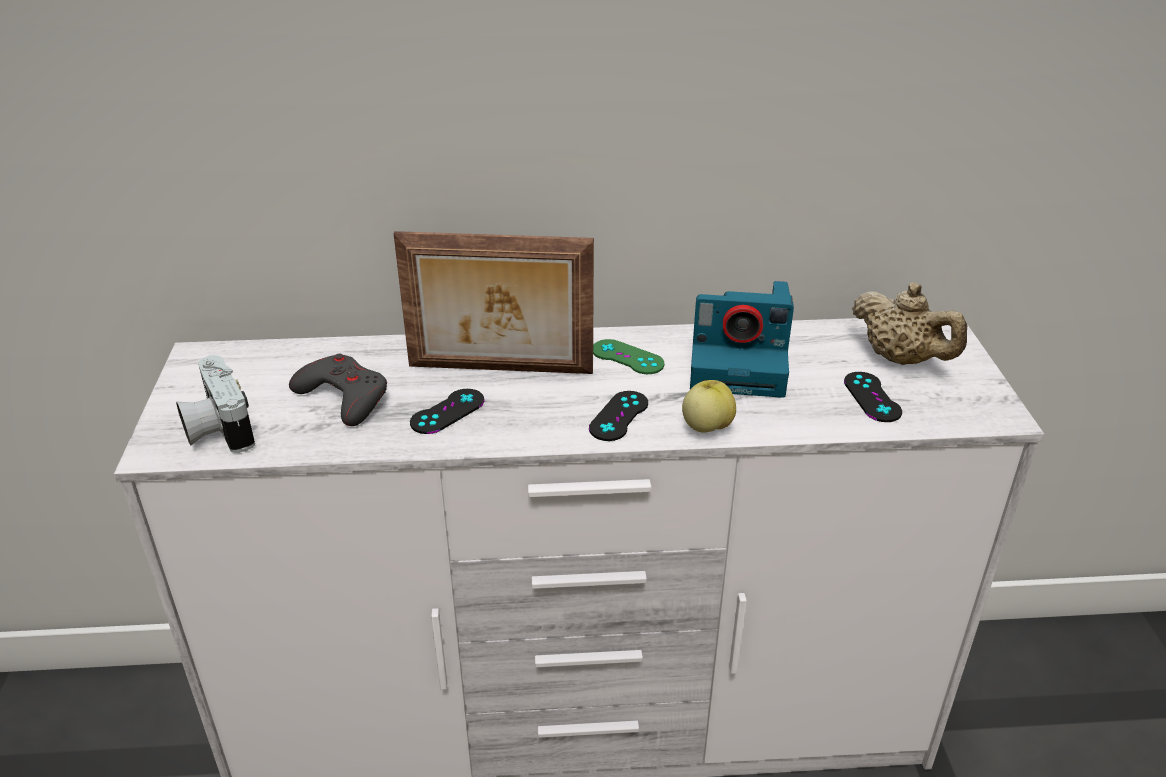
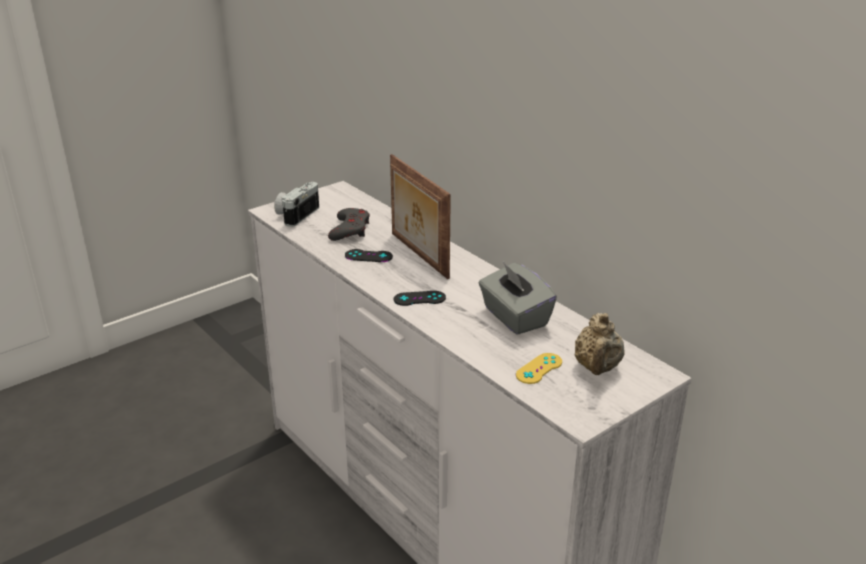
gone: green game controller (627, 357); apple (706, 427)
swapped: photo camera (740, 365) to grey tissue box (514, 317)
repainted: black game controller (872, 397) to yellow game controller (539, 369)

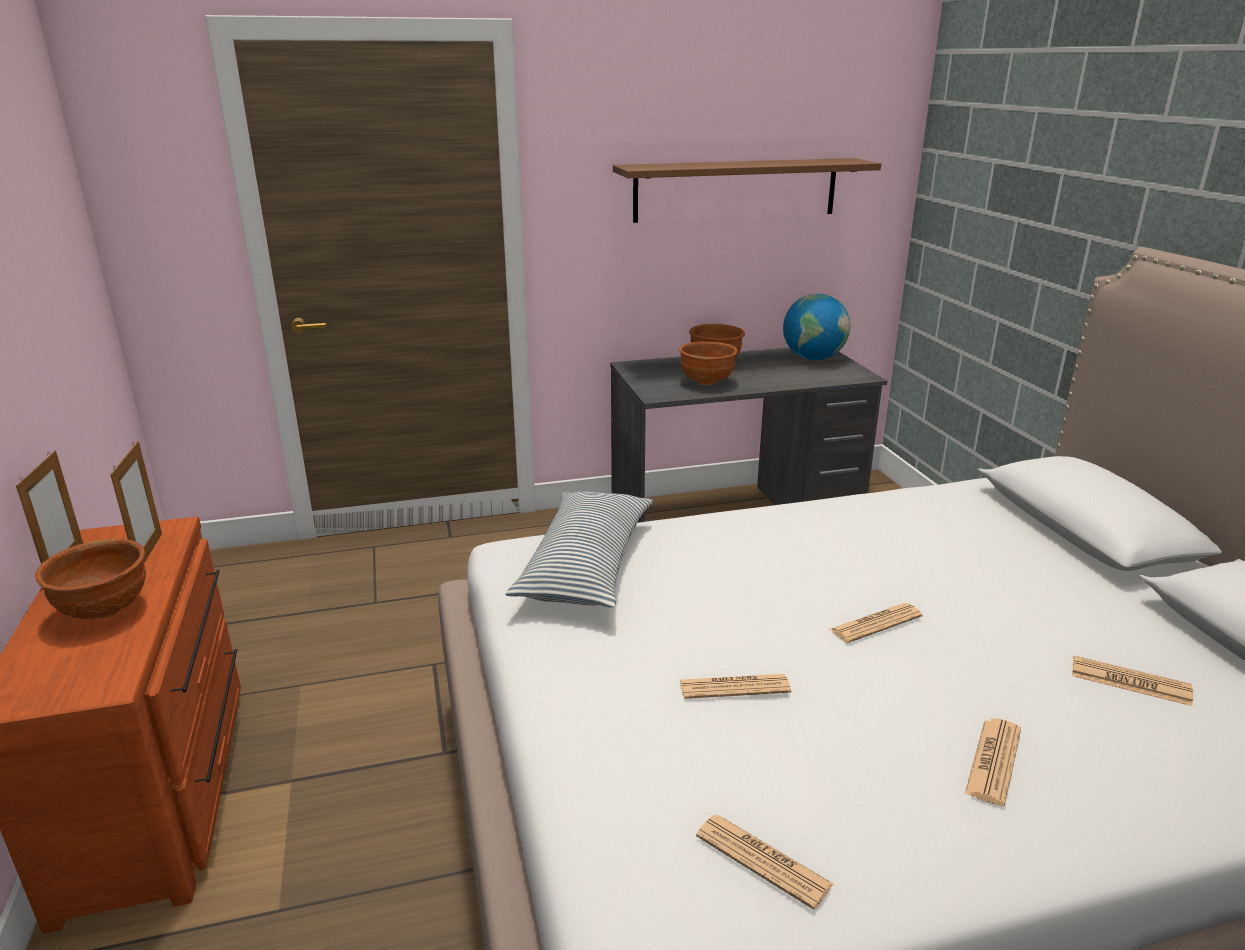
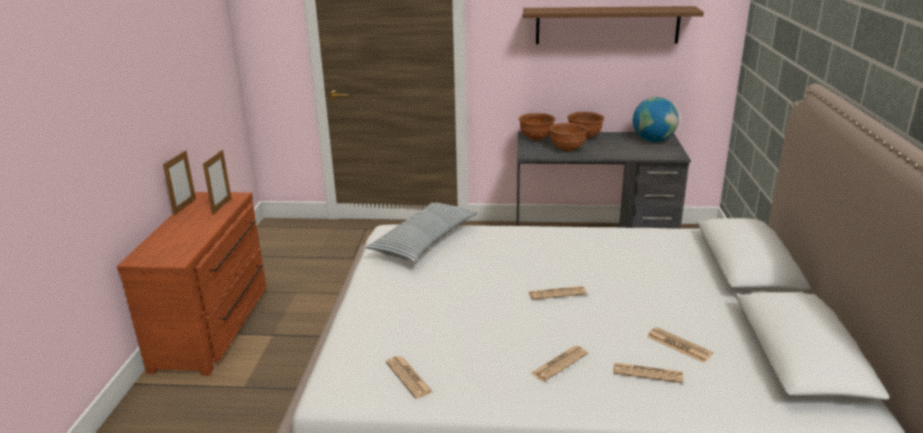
shifted: brown bowl (104, 611) to (536, 139); newspaper (734, 687) to (648, 373)

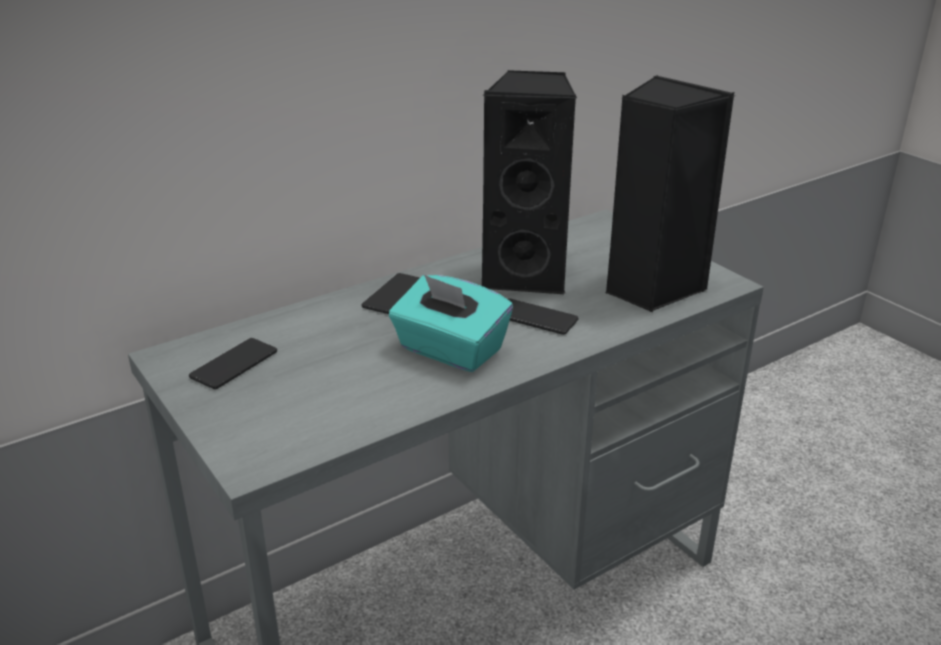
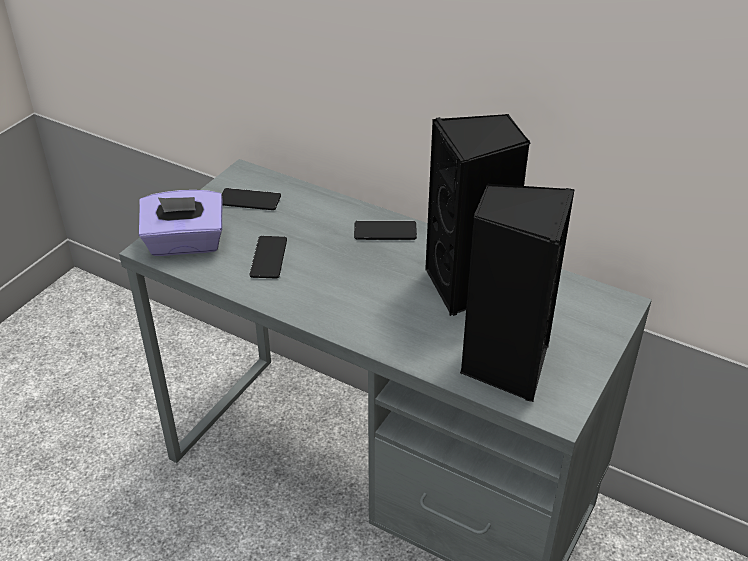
gone: turquoise tissue box (450, 350)
new: purple tissue box (185, 244)
shifted: phone (535, 318) to (268, 258)

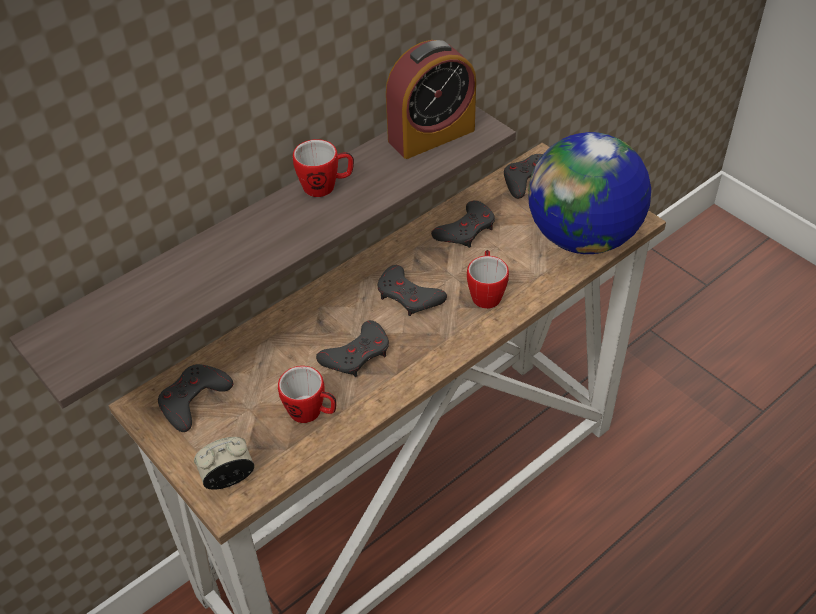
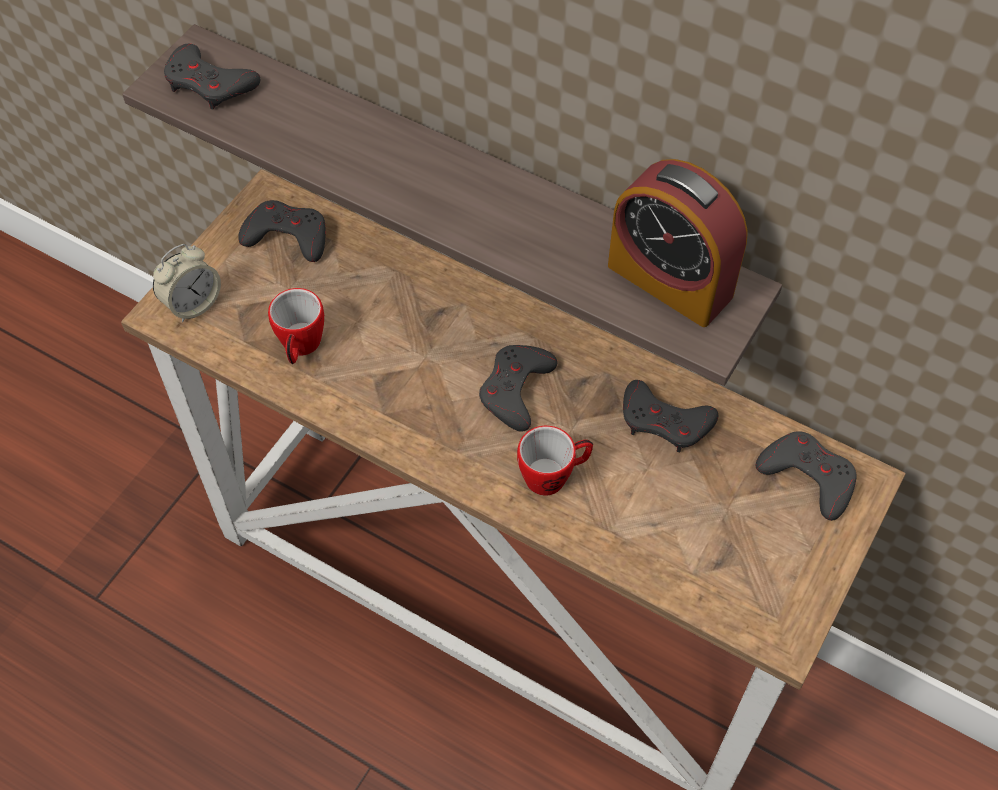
gone: mug (326, 186); globe (582, 238)
shifted: grey game controller (357, 354) to (210, 84)
rotated: alarm clock (228, 479) = (192, 304) 90 degrees clockwise

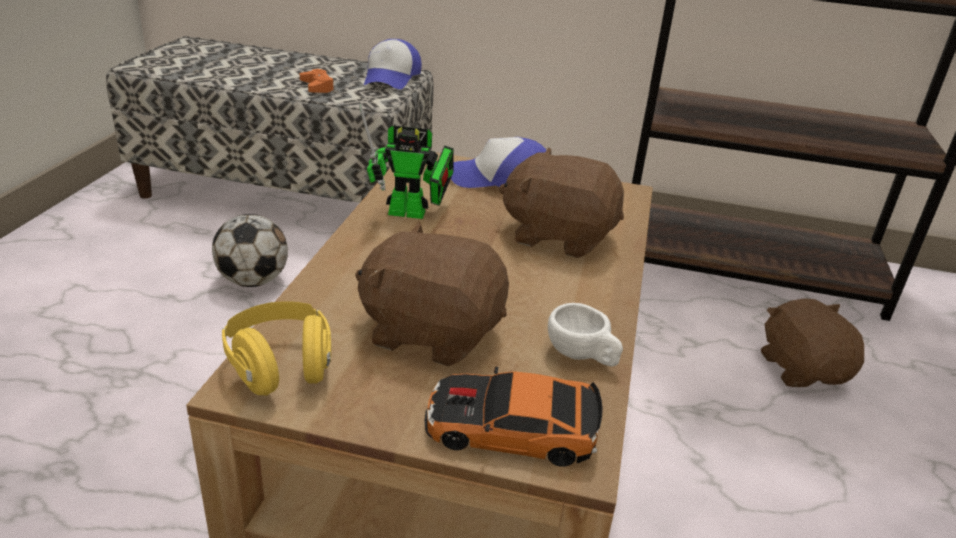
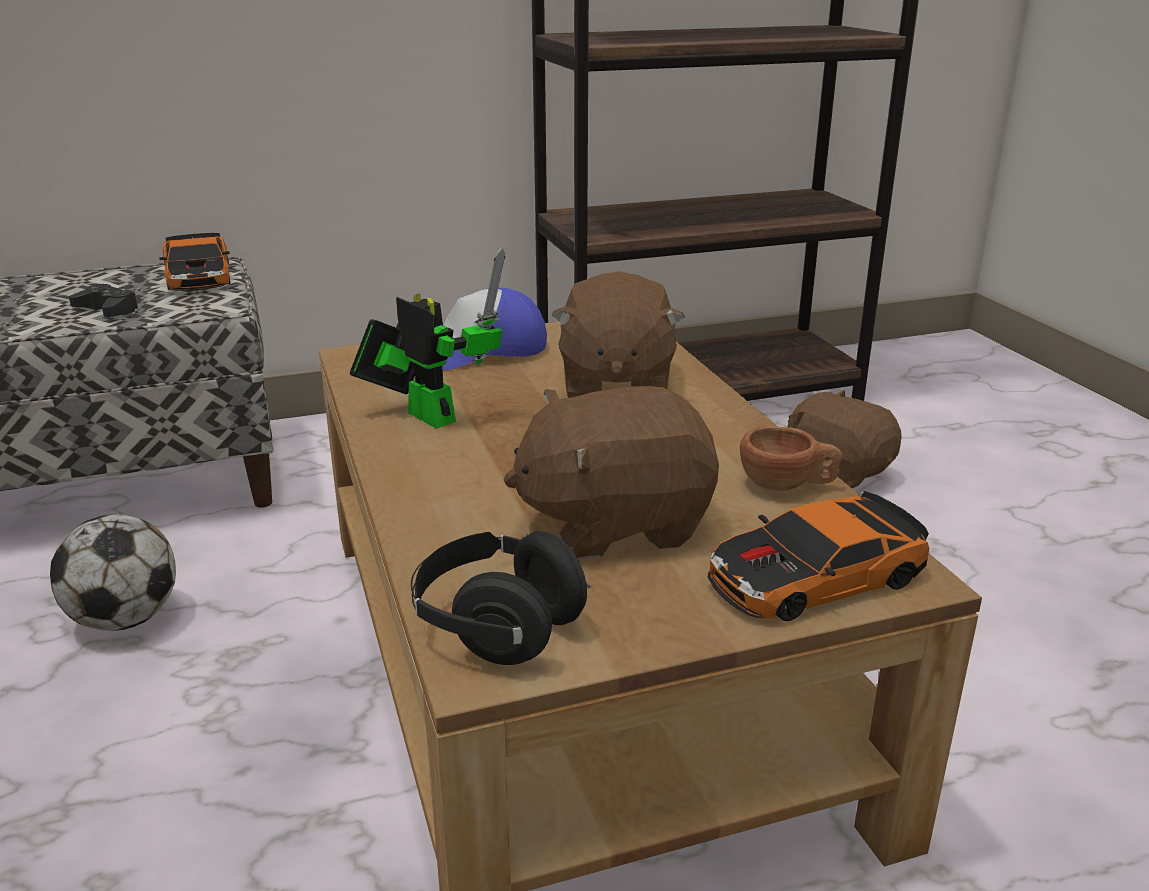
swapped: cap (391, 78) to toy car (200, 275)
repainted: orange game controller (317, 87) to black game controller (107, 310); yellow headphones (281, 367) to black headphones (497, 626); white cup (582, 356) to brown cup (787, 485)
rotated: toy robot (413, 213) = (426, 414) 105 degrees counterclockwise; brown plush toy (559, 235) = (614, 385) 75 degrees counterclockwise

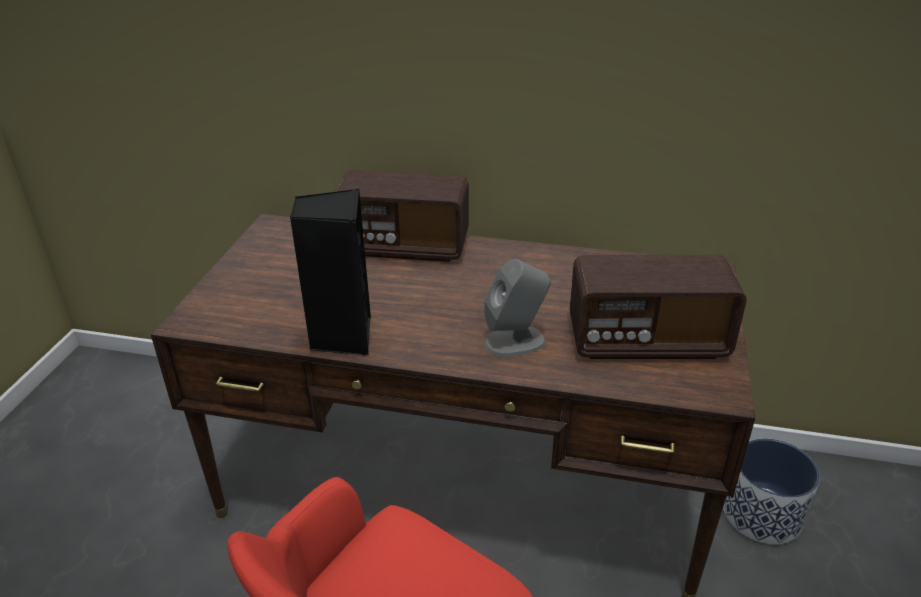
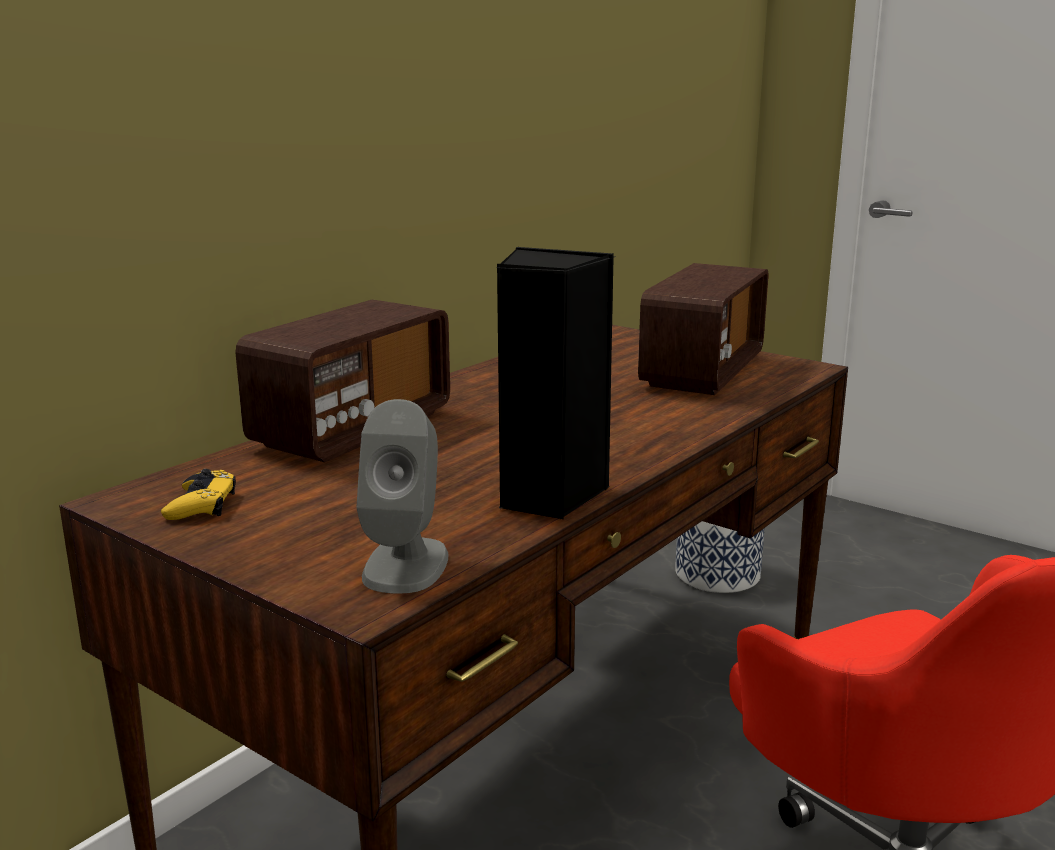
new: yellow game controller (201, 504)
shifted: grey speaker (515, 341) to (406, 565)

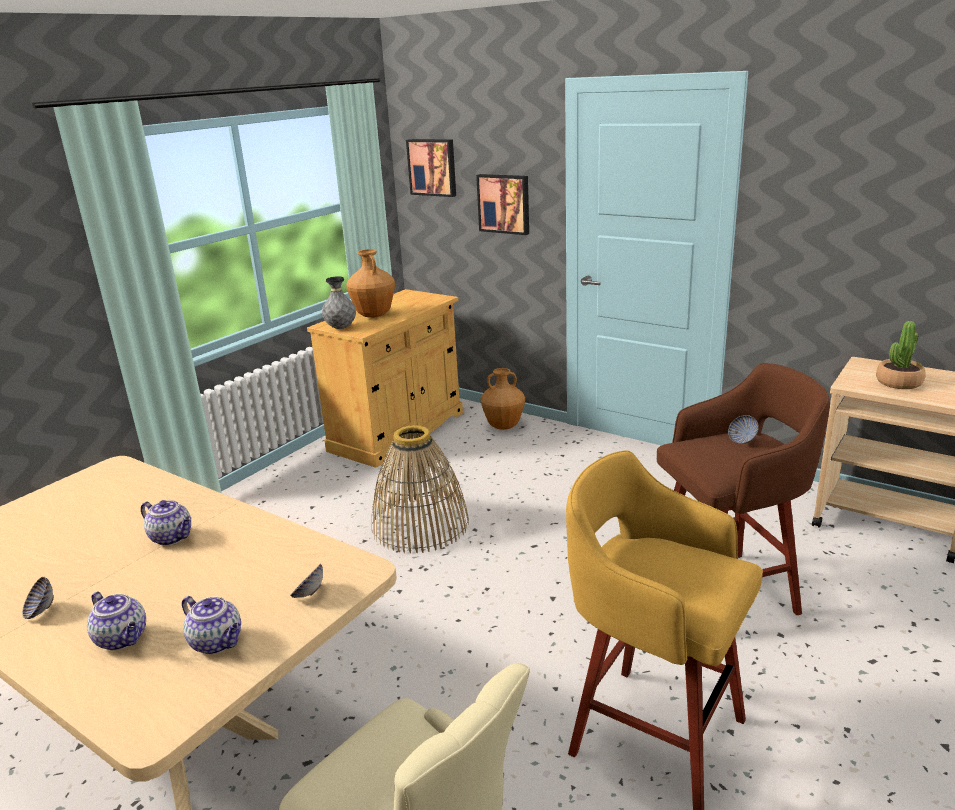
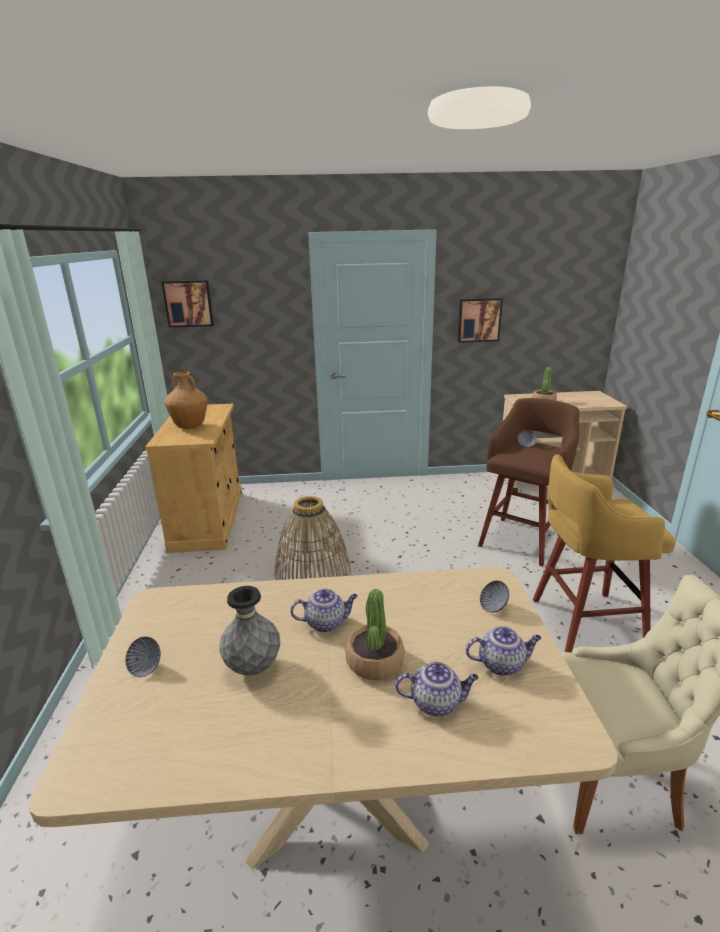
gone: brown vase (504, 426)
new: potted plant (374, 661)
shifted: bowl (40, 611) to (146, 667); grey vase (341, 328) to (253, 667); picture (504, 203) to (479, 320)

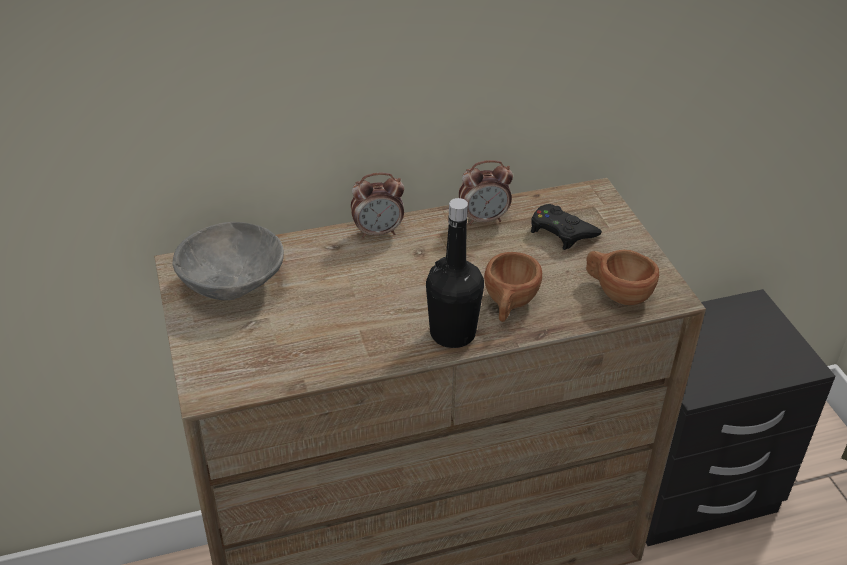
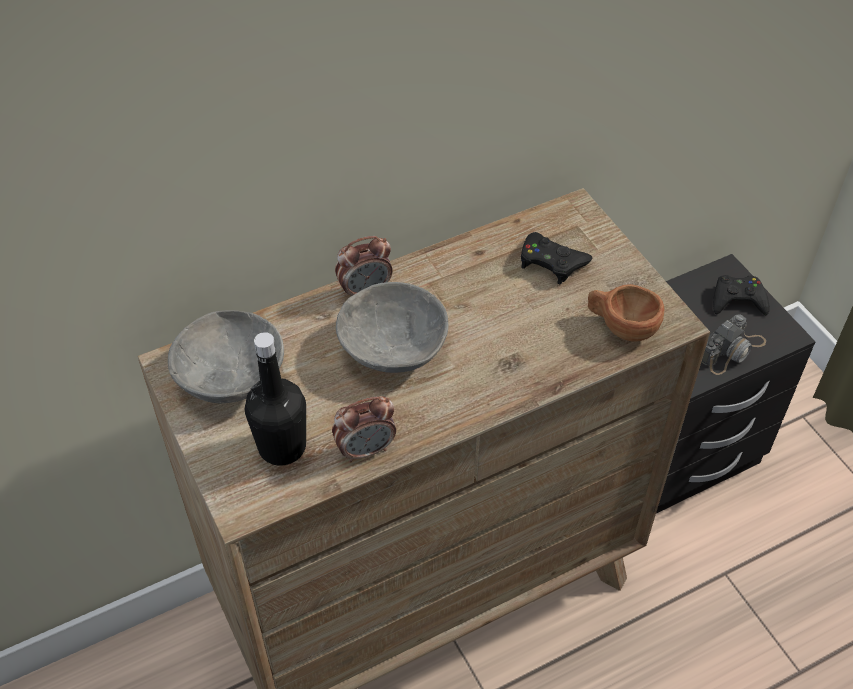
gone: brown cup (509, 304)
new: grey bowl (391, 349); photo camera (732, 350); black game controller (738, 300)
shifted: black bottle (452, 333) to (282, 447); alarm clock (484, 219) to (366, 449)

